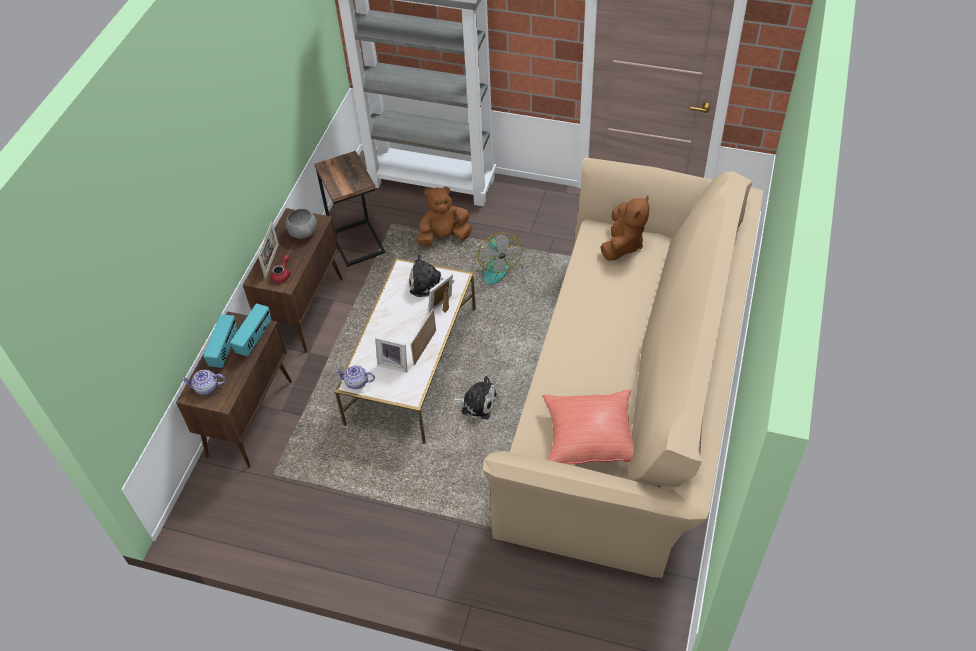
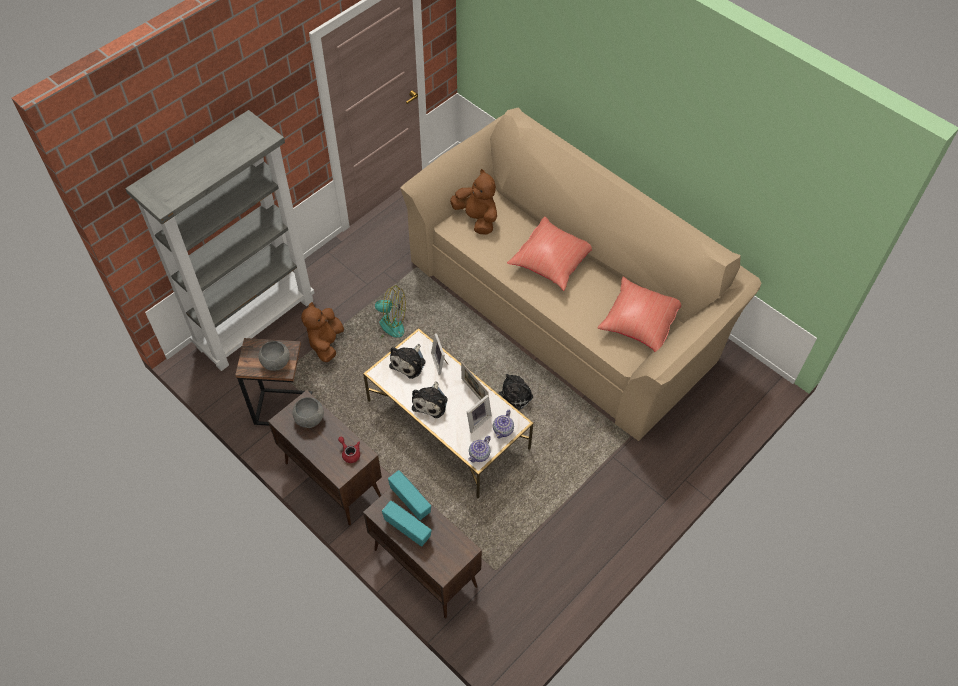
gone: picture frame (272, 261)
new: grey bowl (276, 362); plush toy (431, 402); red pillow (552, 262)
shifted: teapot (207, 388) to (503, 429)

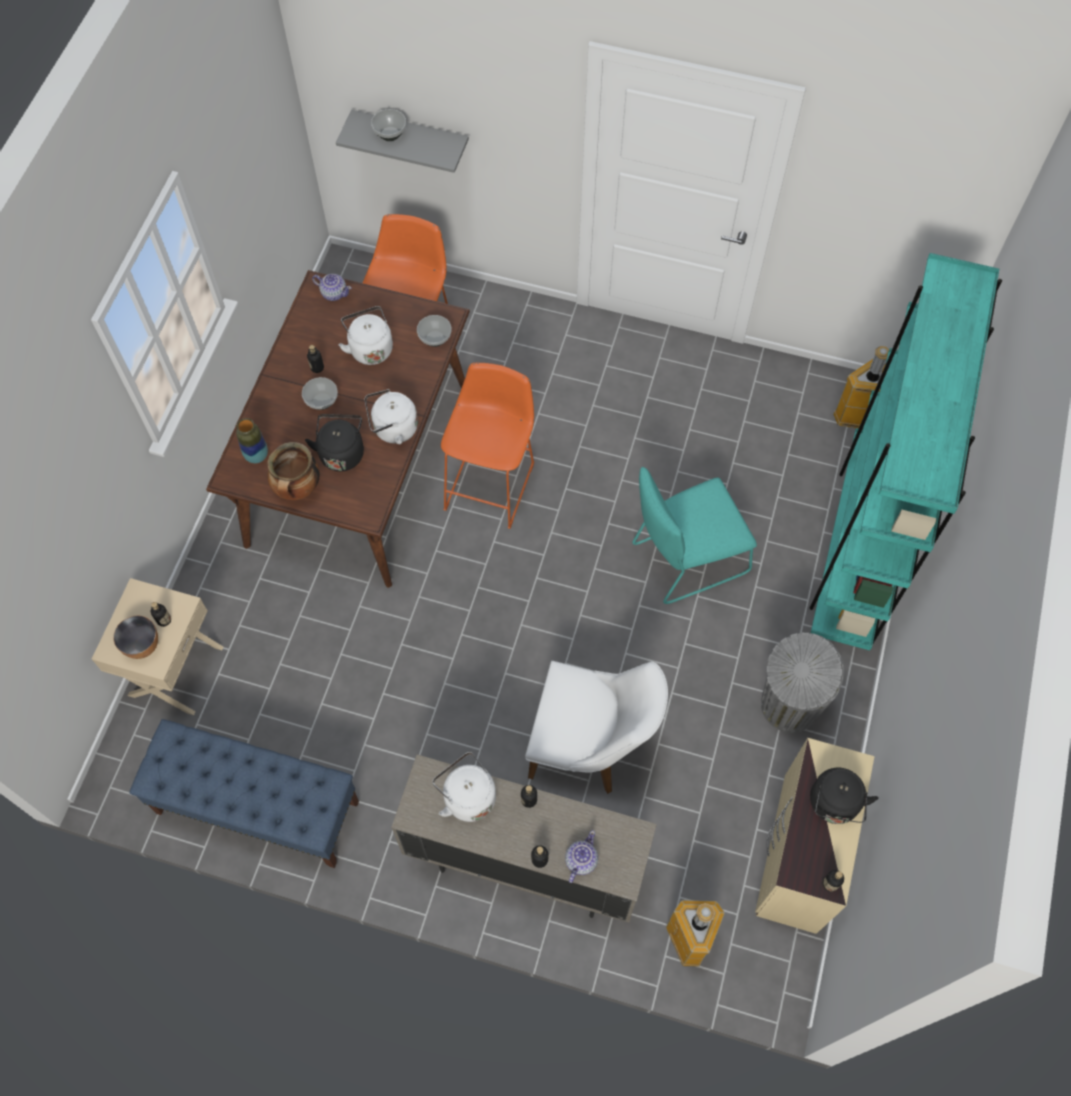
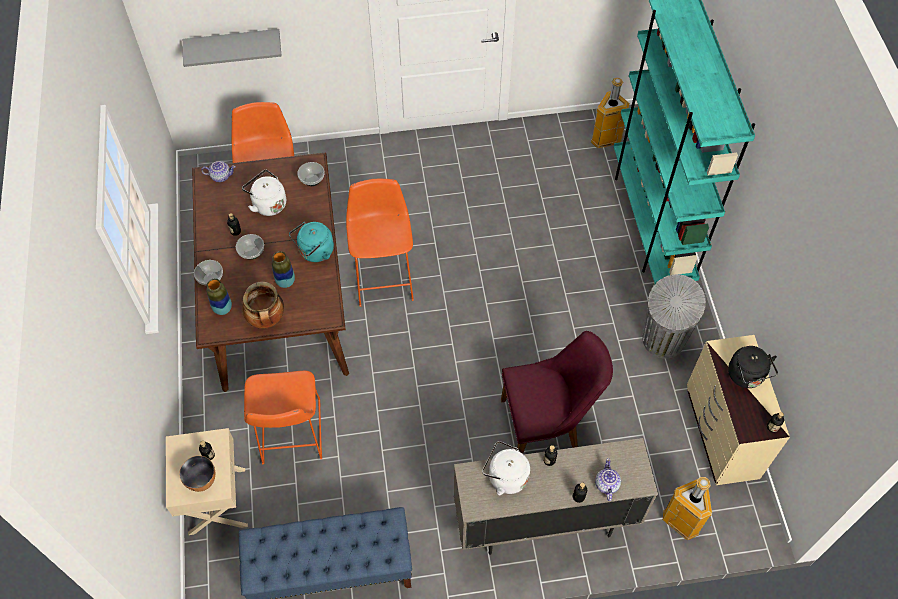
gone: turquoise chair (684, 560)
new: orange stool (291, 436)
shifted: bowl (390, 133) to (210, 278)
swapped: black kettle (341, 452) to vase (285, 282)
repainted: white kettle (392, 429) to turquoise kettle (315, 252); white chair (590, 748) to purple chair (547, 424)

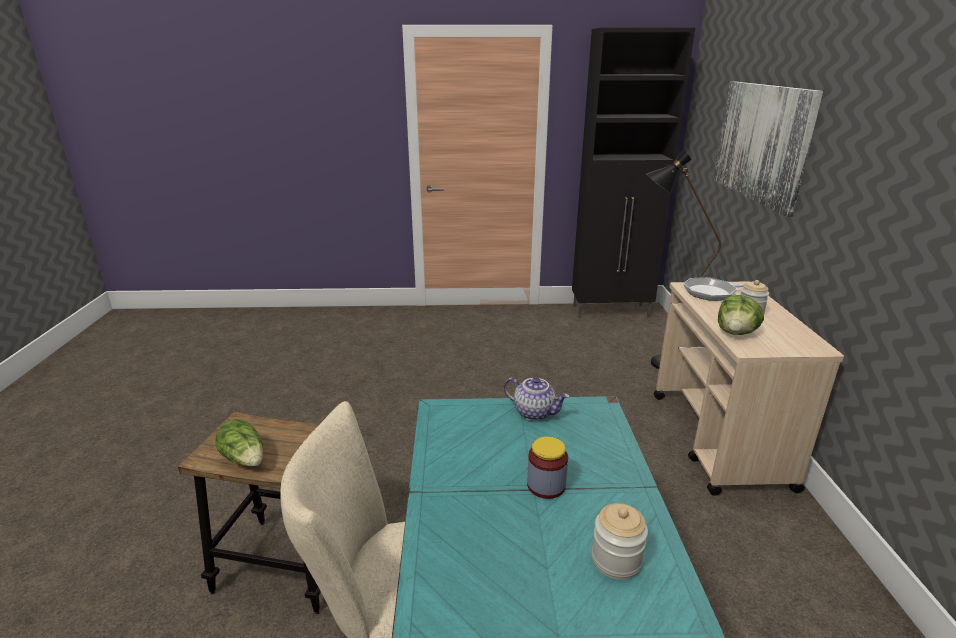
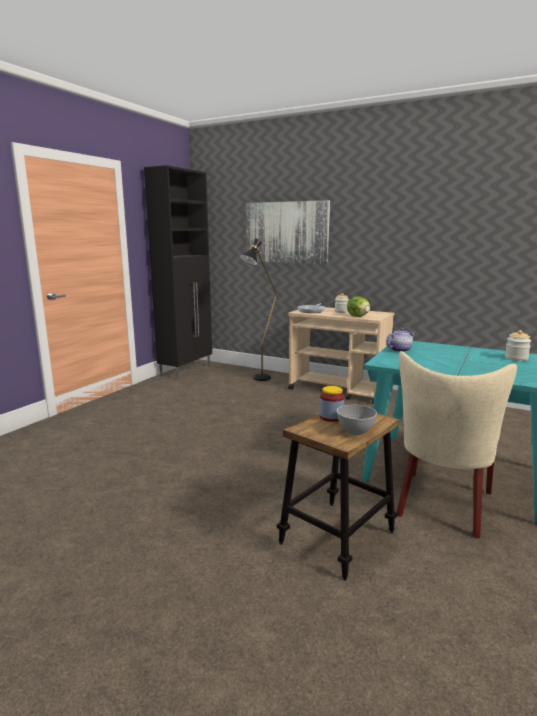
shifted: jar (546, 485) to (331, 417)
swapped: lettuce (245, 459) to grey bowl (355, 431)

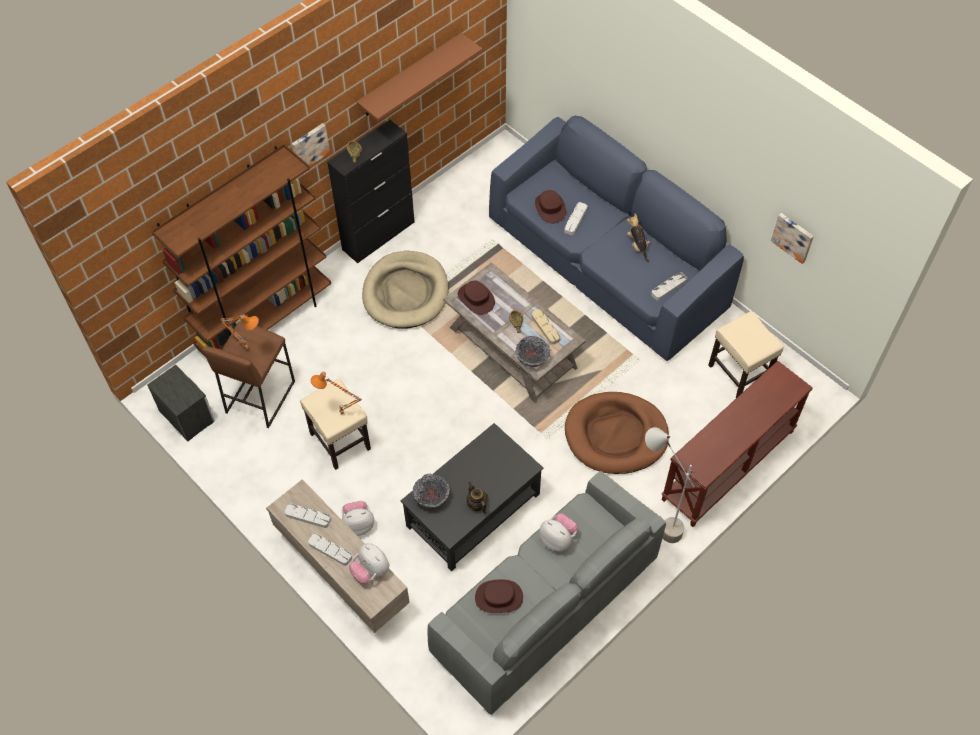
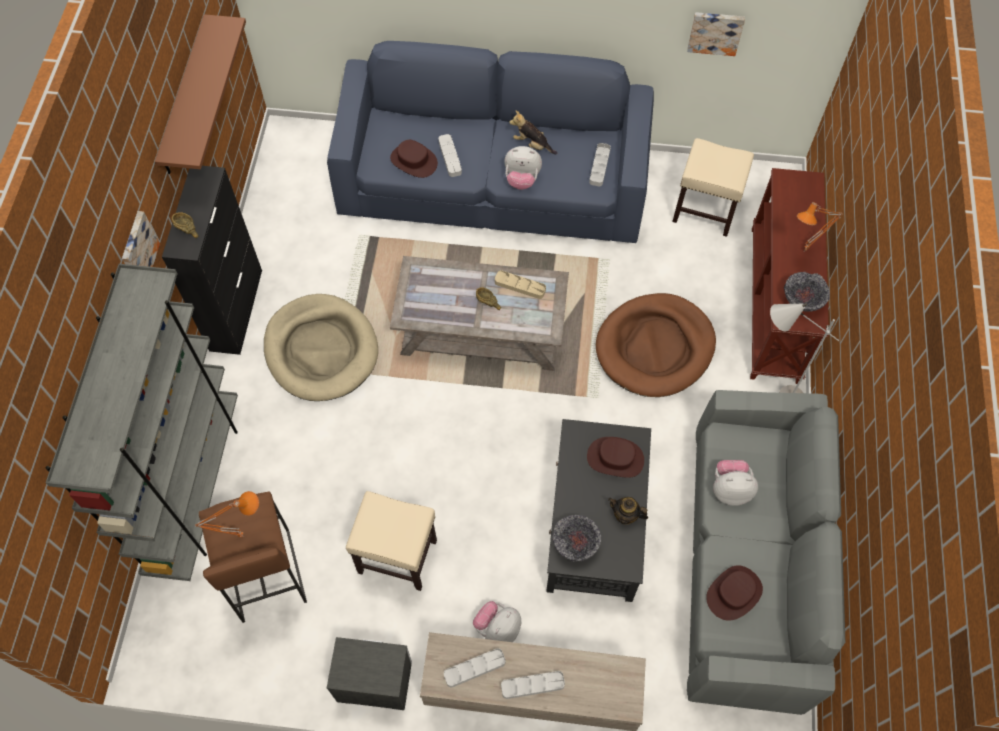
shifted: nightstand (186, 415) to (373, 681); plush toy (371, 571) to (522, 179); brown hat (476, 298) to (615, 458); bowl (532, 358) to (803, 300); orange table lamp (341, 415) to (806, 252)
repainted: brown bookcase (266, 322) to grey bookcase (195, 488)

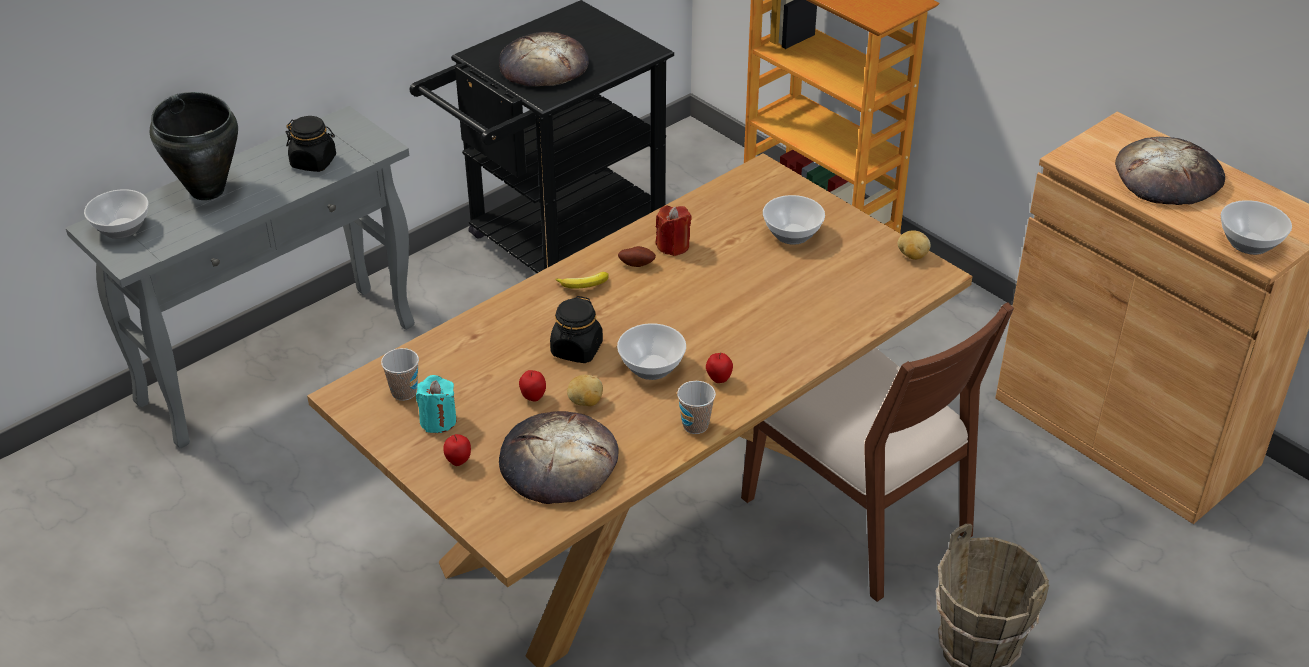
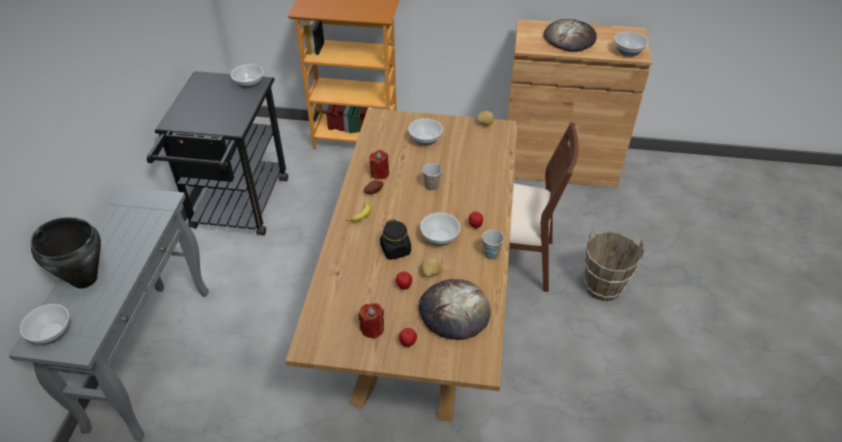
gone: black jar (314, 162); bread (543, 65)
new: bowl (249, 84)
shifted: cup (404, 392) to (431, 186)
repainted: turquoise candle (438, 421) to red candle (372, 329)

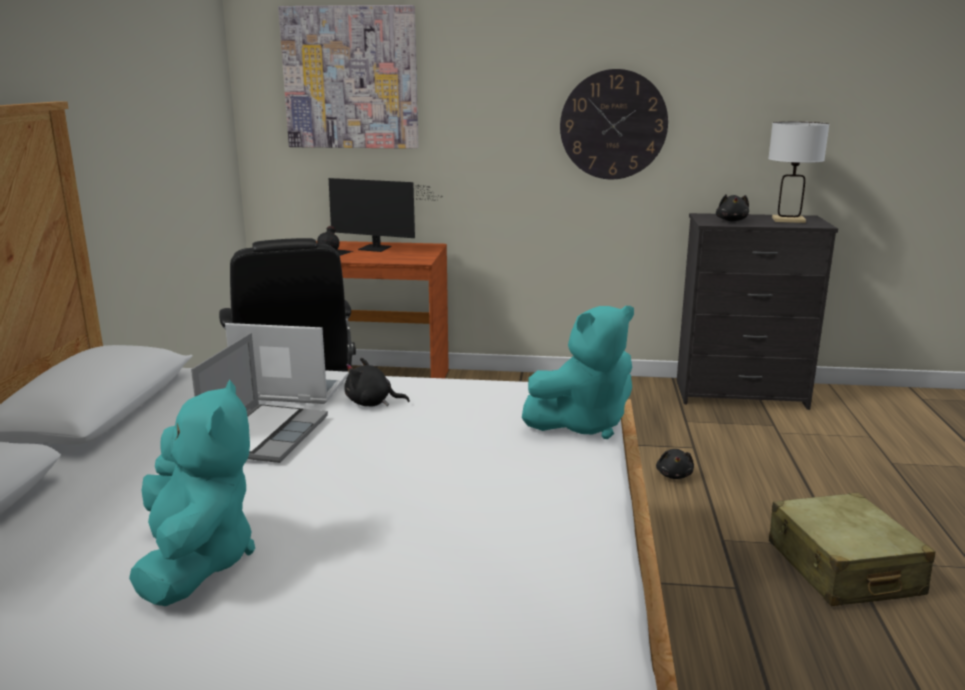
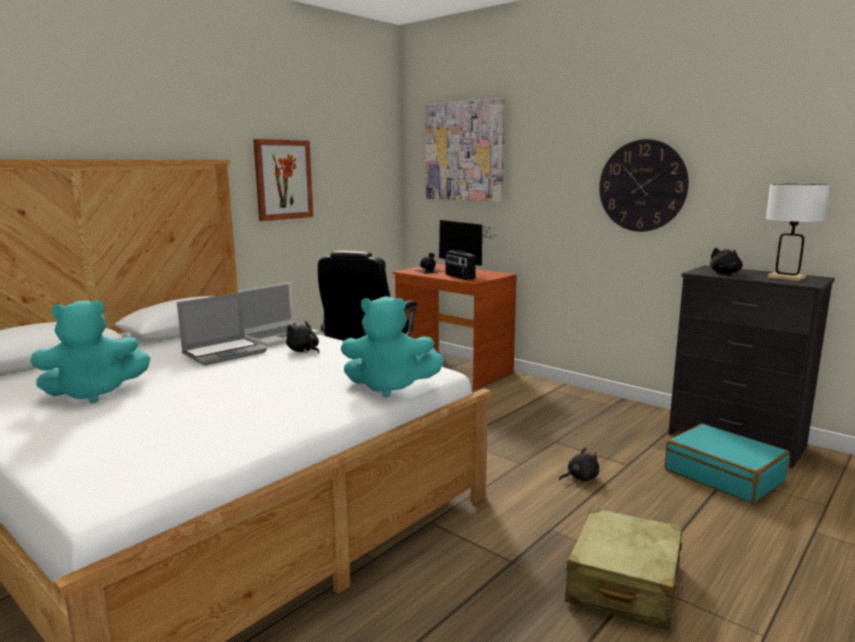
new: picture (283, 180); radio (459, 277); turquoise suitcase (723, 475)
rotated: turquoise plush toy (196, 561) = (94, 393) 45 degrees clockwise; laptop (290, 389) = (280, 336) 90 degrees clockwise; black plush toy (674, 475) = (580, 478) 150 degrees counterclockwise

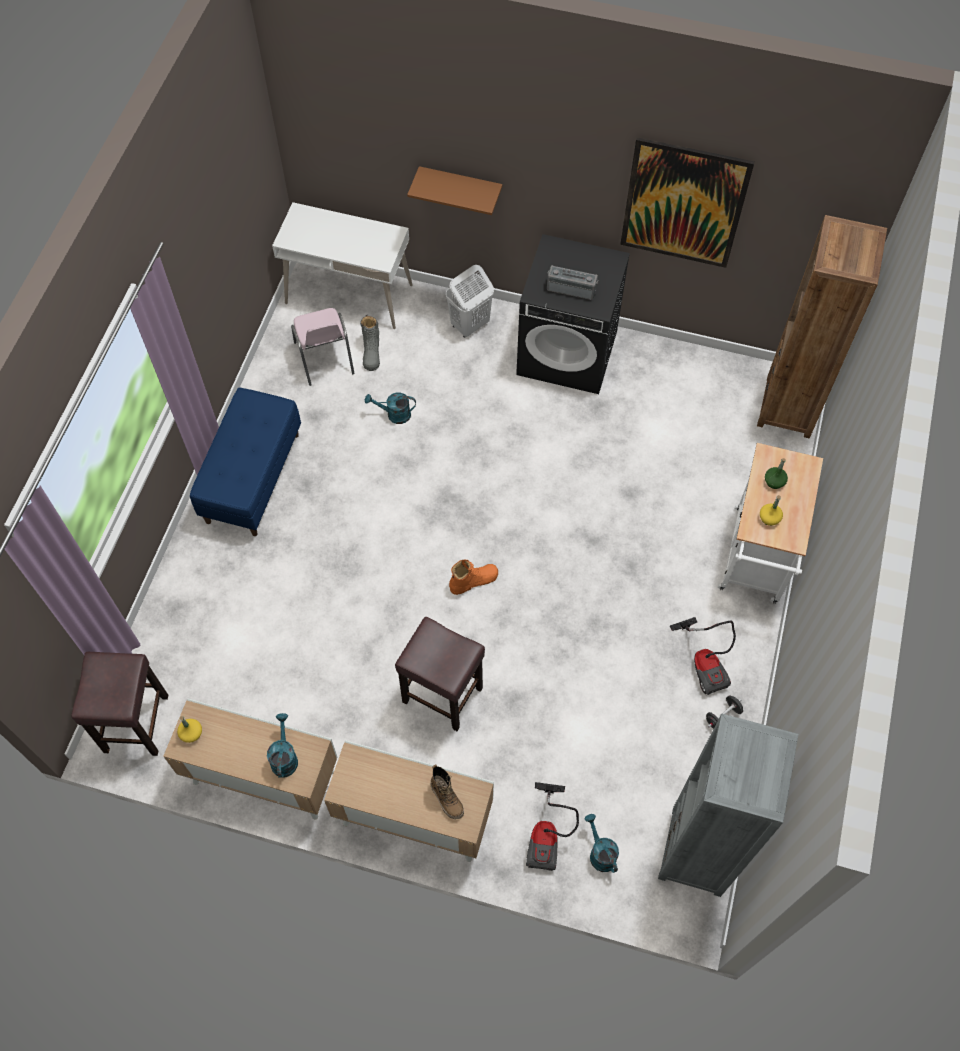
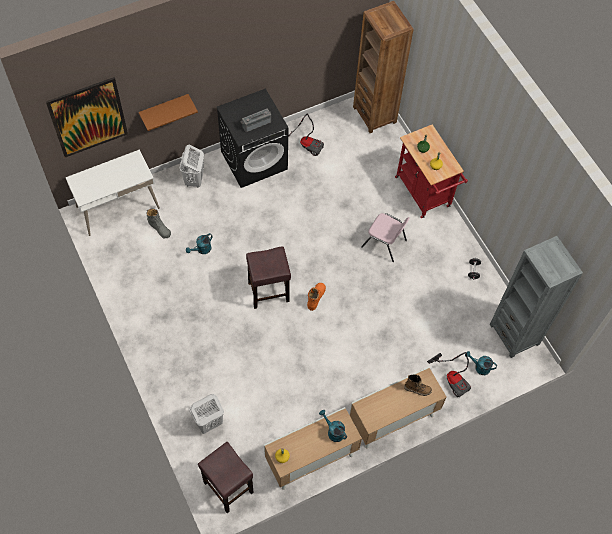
gone: blue bench (252, 477)
new: white laundry basket (208, 423)
shifted: picture (684, 204) to (88, 117); brown stool (444, 695) to (269, 292); vacuum cleaner (705, 663) to (306, 144); pink chair (324, 359) to (384, 244)
repainted: white cart (755, 561) to red cart (425, 195)

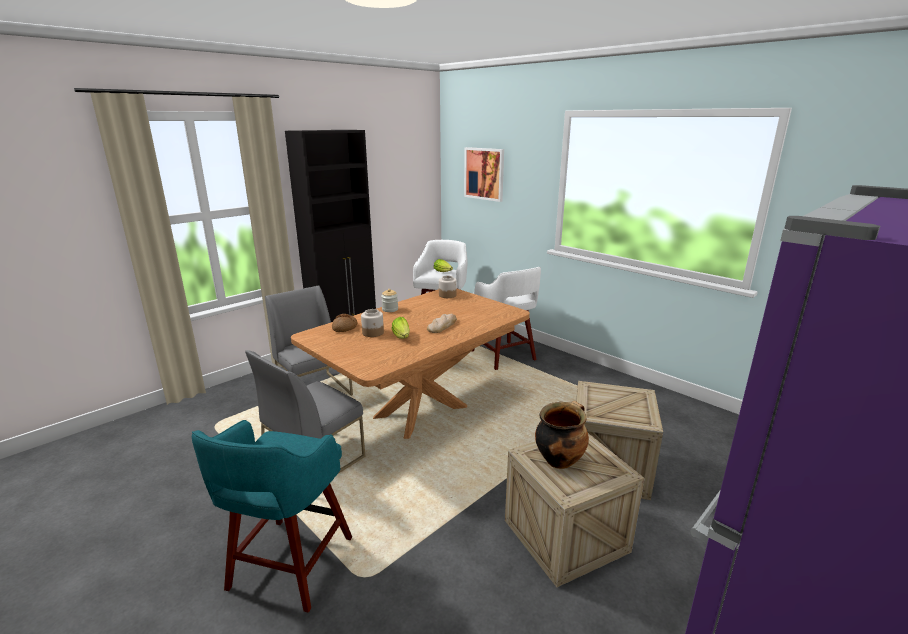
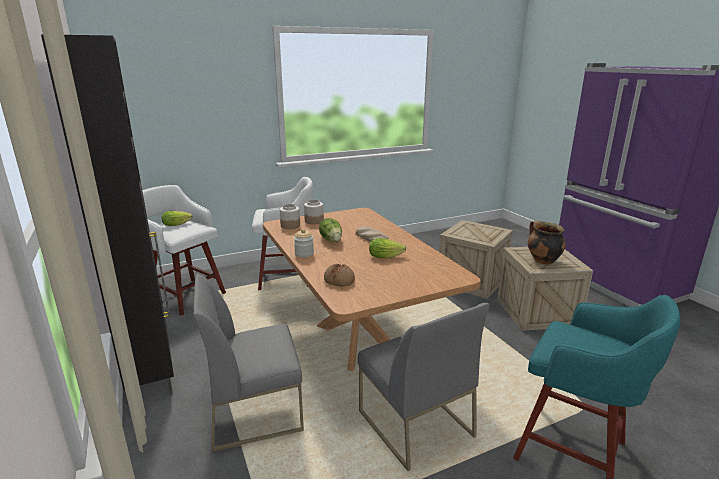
gone: picture (484, 174)
new: lettuce (331, 240)
shifted: jar (373, 333) to (314, 221)

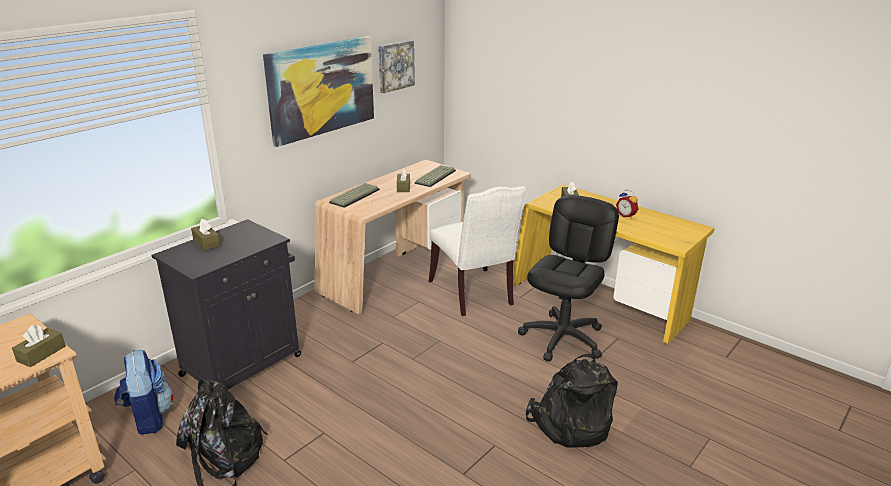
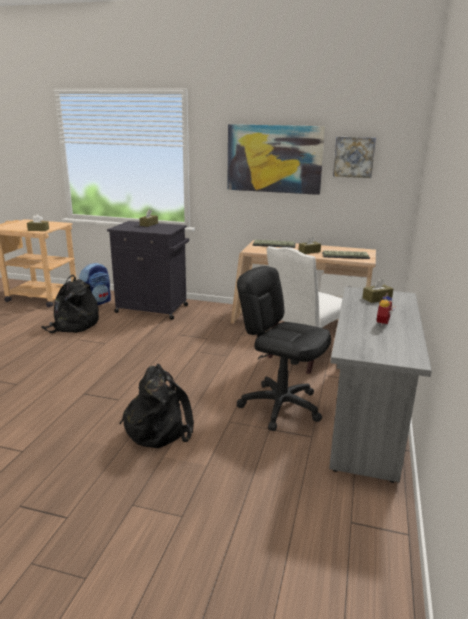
repainted: yellow desk (599, 302) to grey desk (366, 417)
rotated: black office chair (563, 338) = (280, 406) 150 degrees counterclockwise

